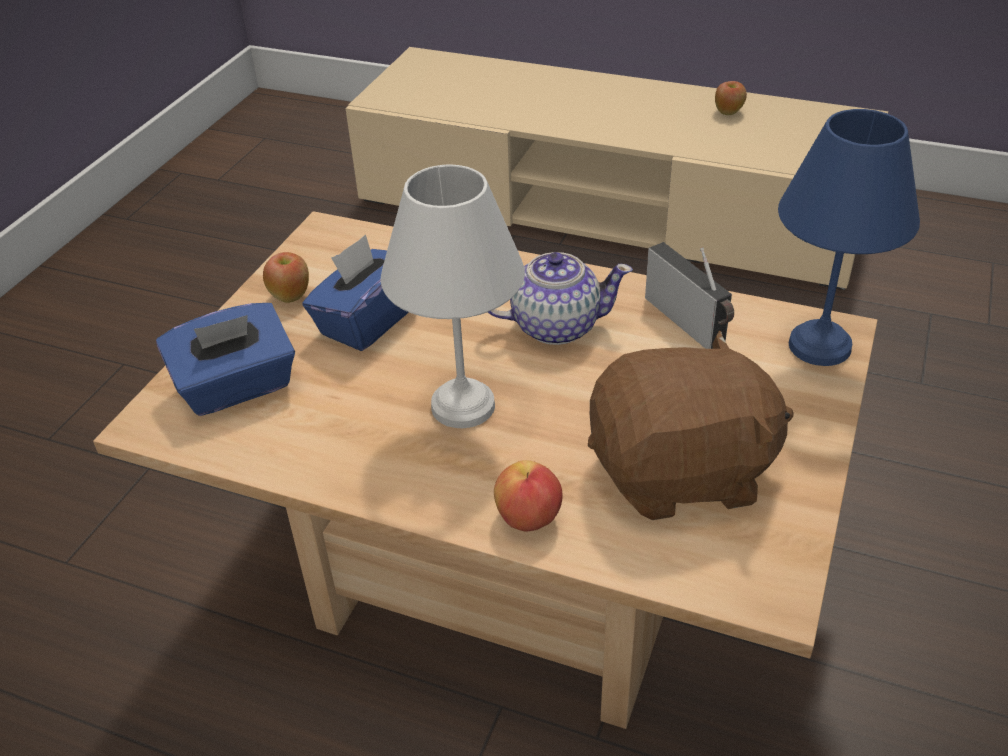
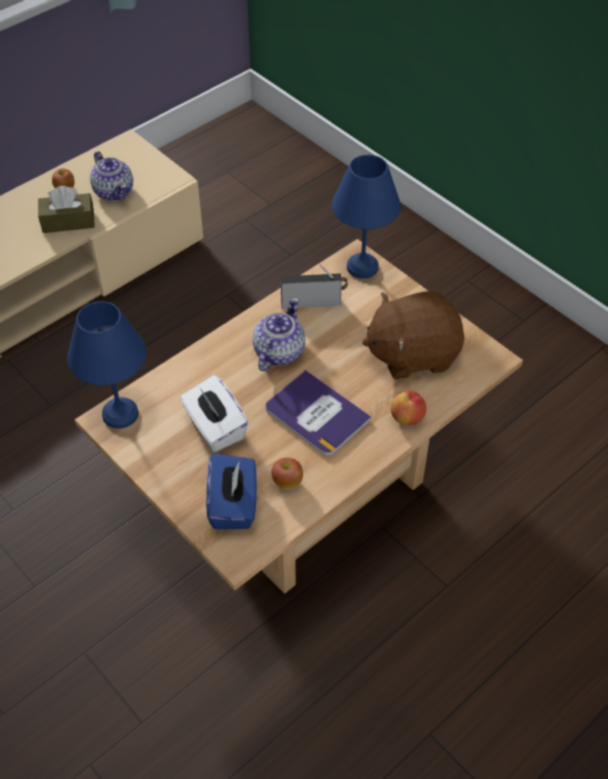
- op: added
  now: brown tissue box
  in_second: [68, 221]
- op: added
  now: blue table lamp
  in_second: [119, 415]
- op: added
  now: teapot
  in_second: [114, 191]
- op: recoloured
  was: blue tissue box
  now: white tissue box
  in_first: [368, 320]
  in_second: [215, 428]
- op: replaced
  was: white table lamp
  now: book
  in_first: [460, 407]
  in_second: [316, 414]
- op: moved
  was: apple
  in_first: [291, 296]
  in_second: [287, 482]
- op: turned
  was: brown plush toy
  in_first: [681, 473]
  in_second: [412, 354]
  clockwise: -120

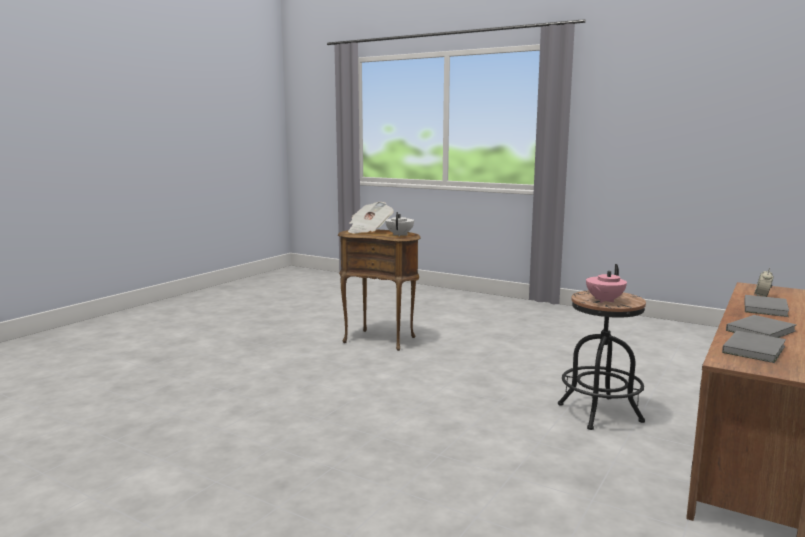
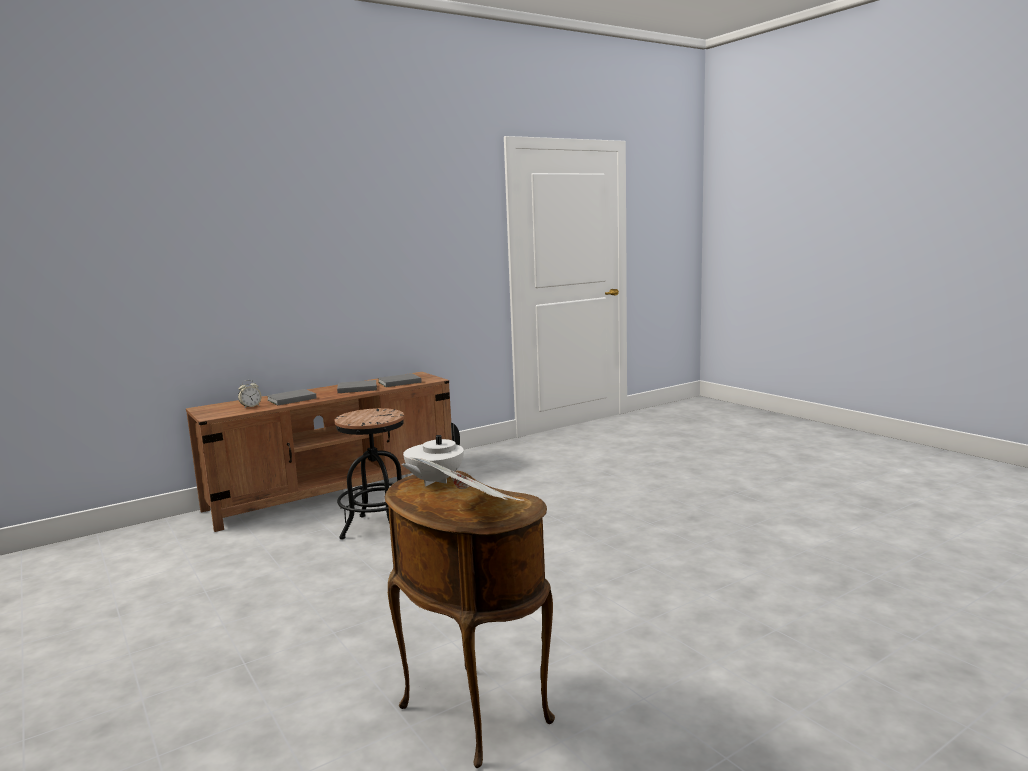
- op: removed
  was: pink teapot
  in_first: [604, 300]

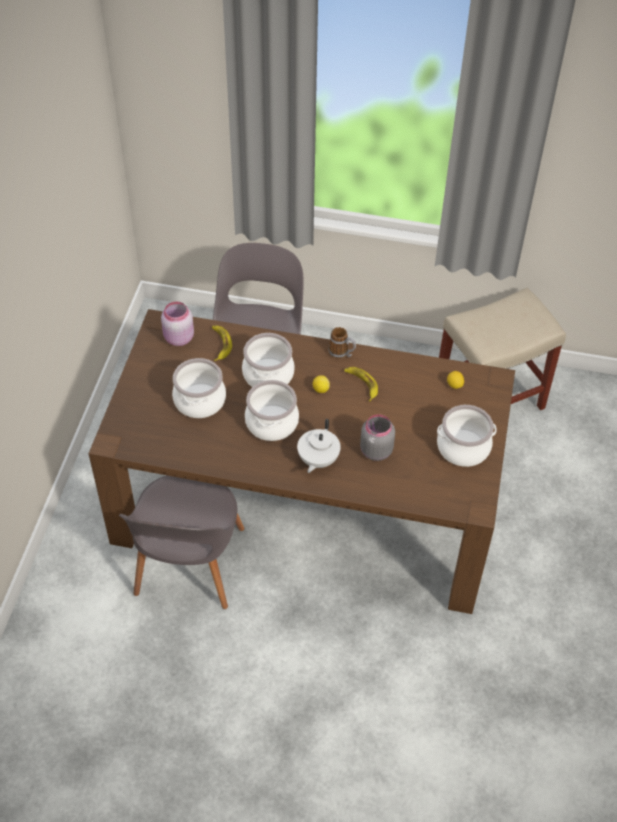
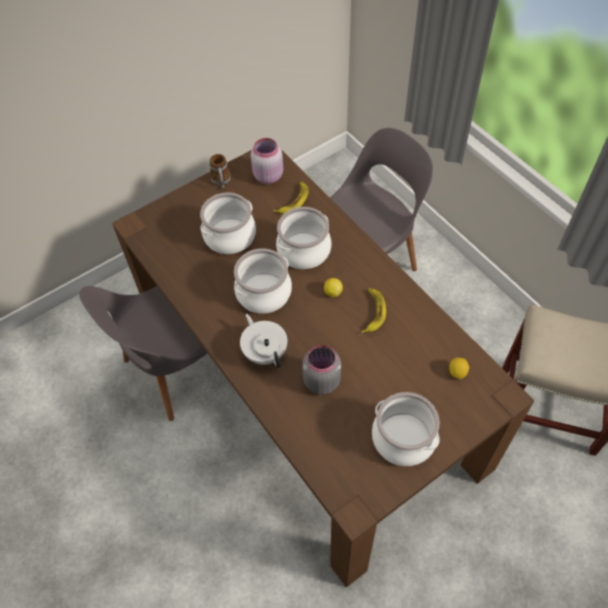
- op: moved
  was: mug
  in_first: [342, 353]
  in_second: [221, 182]
- op: turned
  was: white teapot
  in_first: [317, 460]
  in_second: [265, 352]
  clockwise: 90

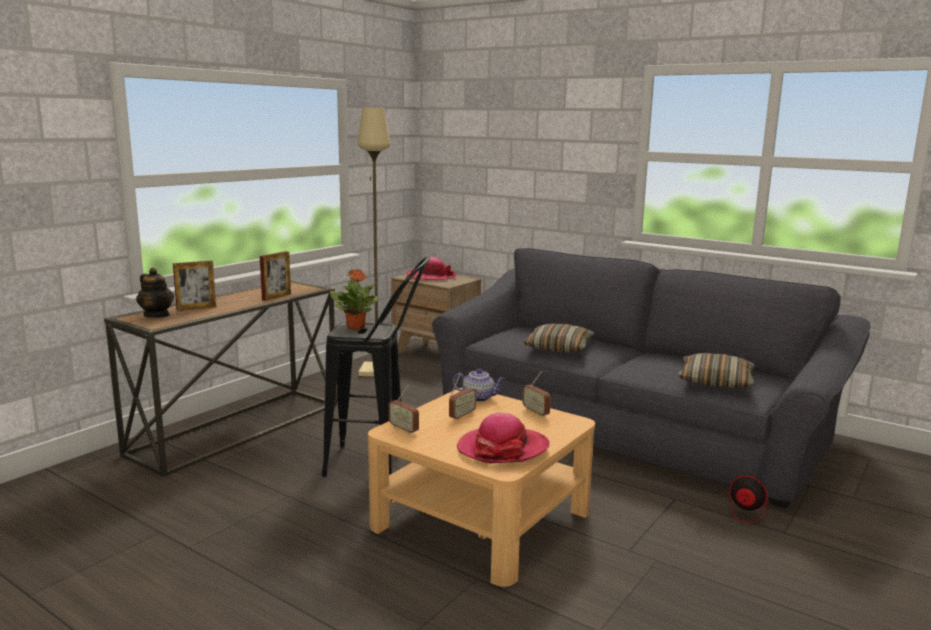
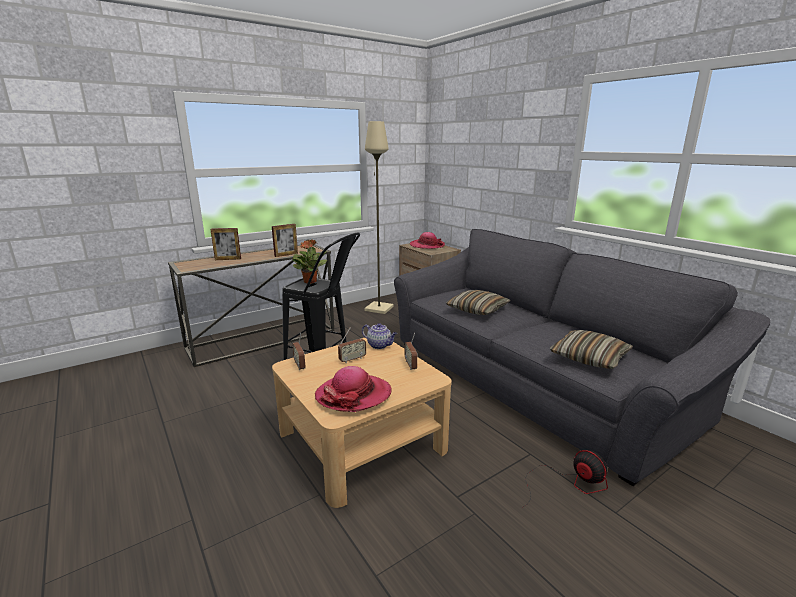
- op: removed
  was: teapot
  in_first: [157, 315]

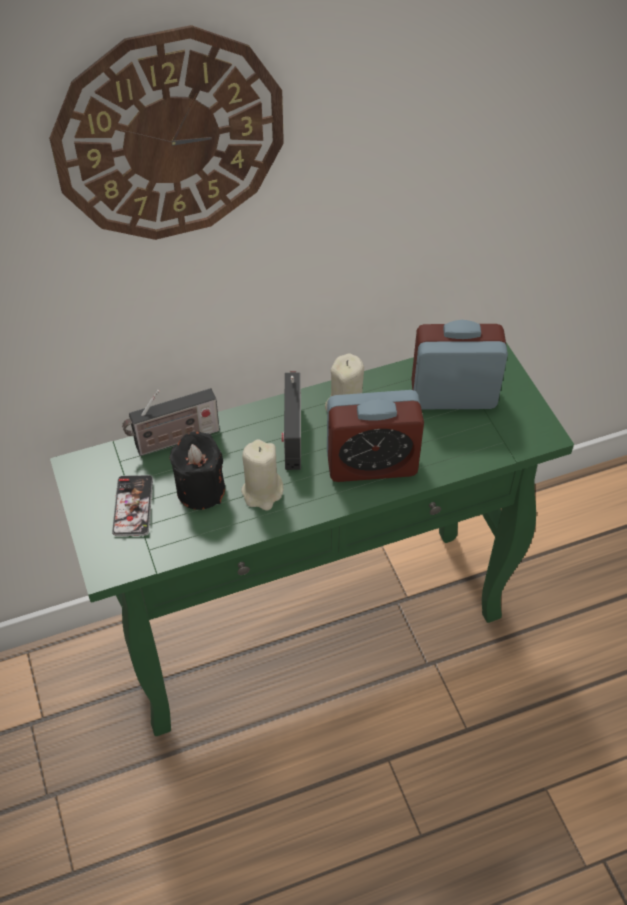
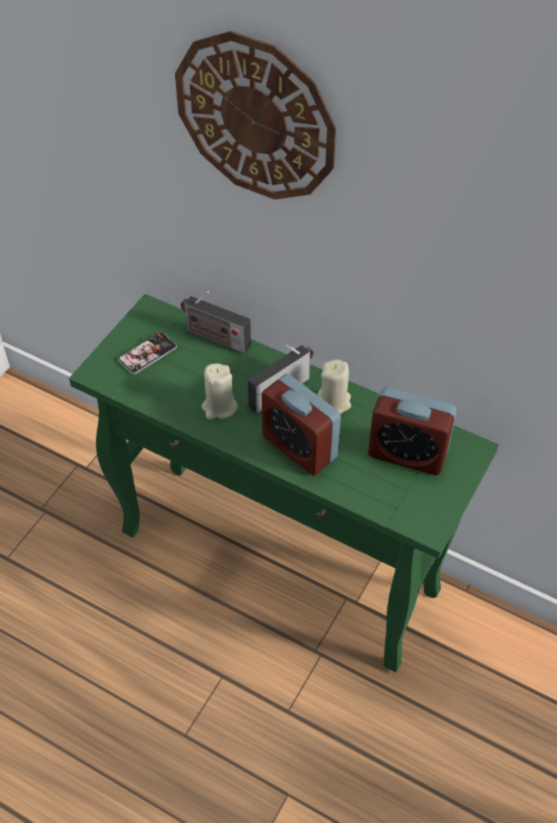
- op: turned
  was: alarm clock
  in_first: [453, 395]
  in_second: [407, 454]
  clockwise: 150
- op: removed
  was: black candle
  in_first: [200, 490]

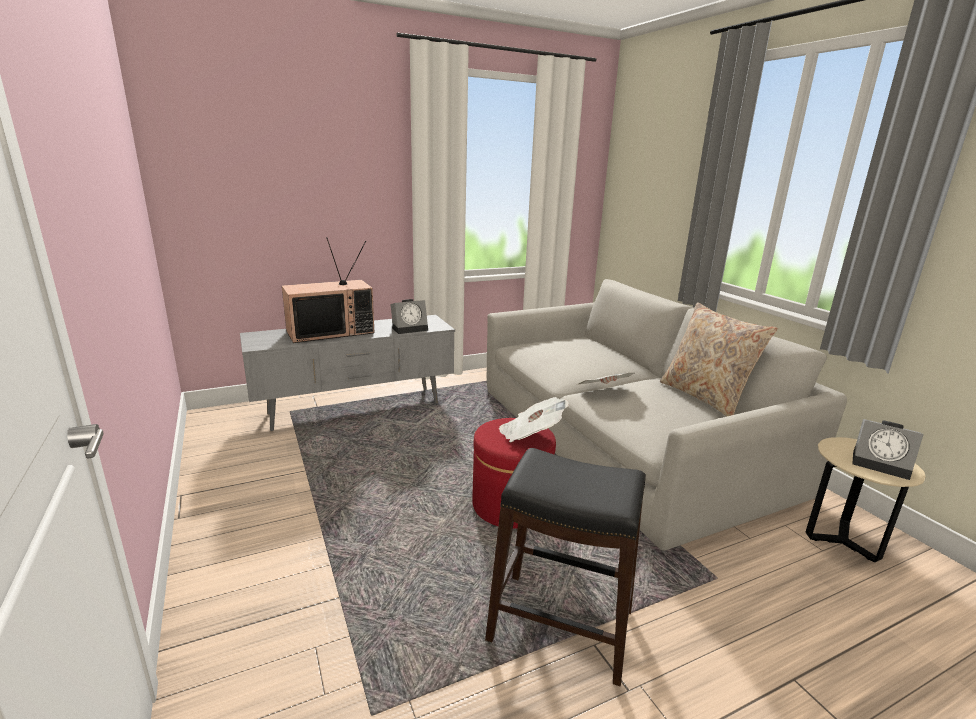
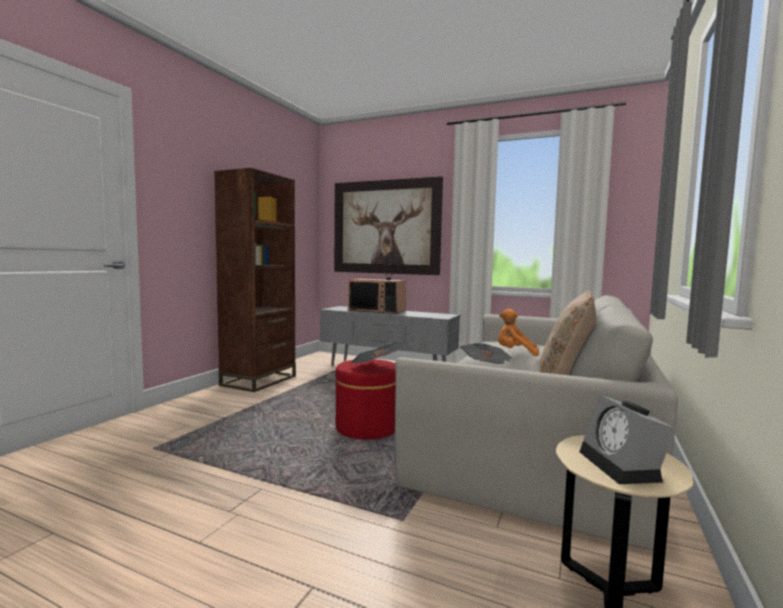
- op: added
  now: brown bookcase
  in_second: [259, 380]
- op: added
  now: picture
  in_second: [385, 227]
- op: added
  now: orange plush toy
  in_second: [515, 353]
- op: removed
  was: alarm clock
  in_first: [410, 328]
- op: removed
  was: black stool
  in_first: [561, 626]

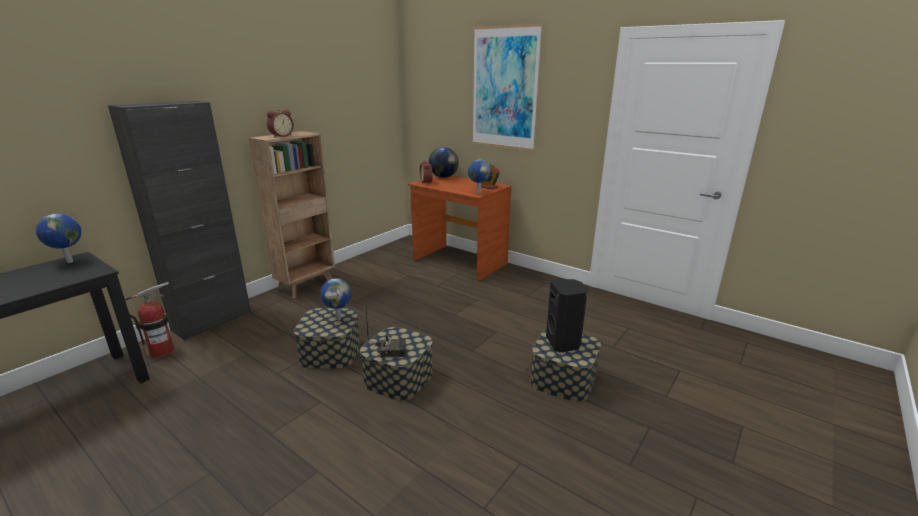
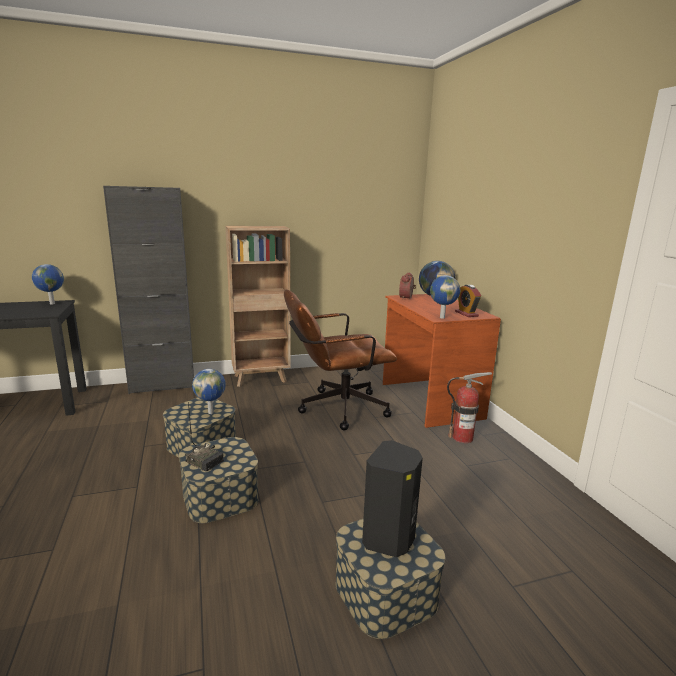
- op: added
  now: brown office chair
  in_second: [336, 409]
- op: moved
  was: fire extinguisher
  in_first: [162, 351]
  in_second: [462, 437]
- op: removed
  was: alarm clock
  in_first: [281, 136]
- op: removed
  was: picture
  in_first: [504, 88]

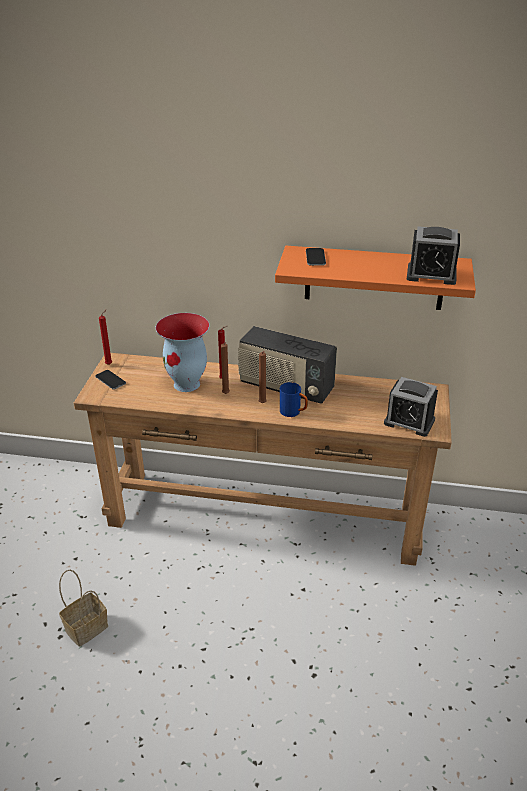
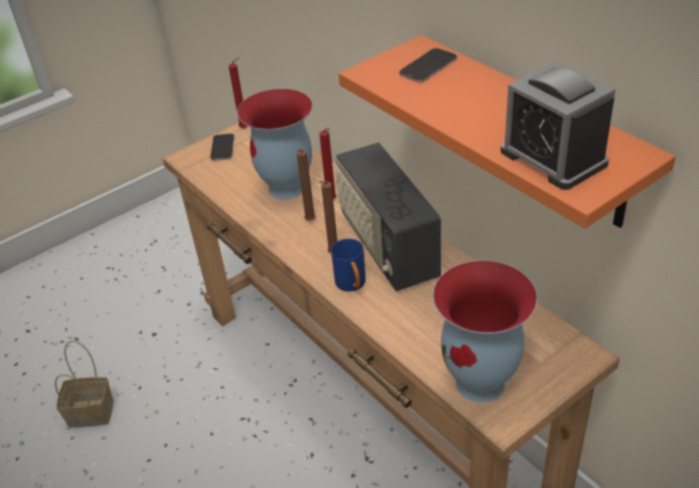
- op: replaced
  was: alarm clock
  now: vase
  in_first: [409, 422]
  in_second: [481, 383]

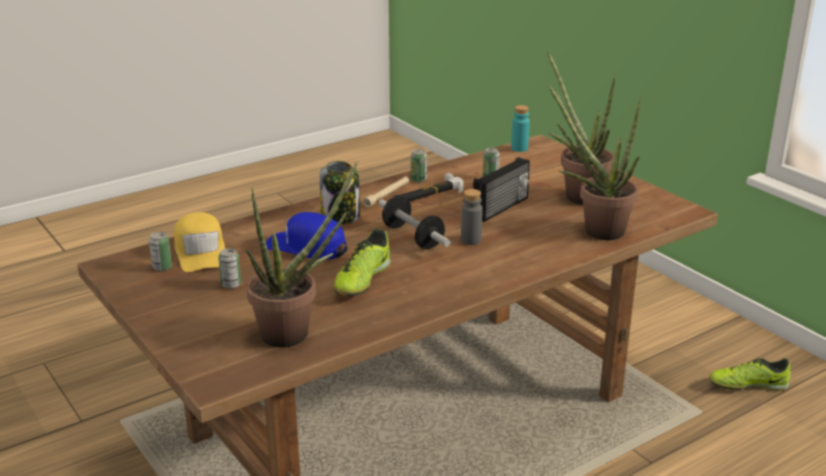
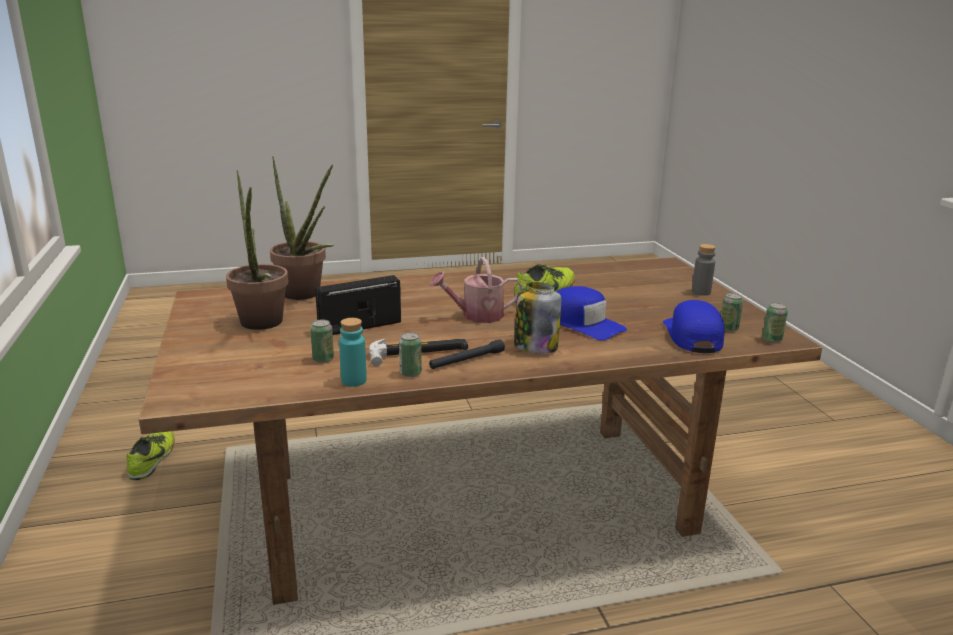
- op: turned
  was: shoe
  in_first: [747, 385]
  in_second: [153, 459]
  clockwise: -105
- op: moved
  was: turquoise bottle
  in_first: [519, 148]
  in_second: [354, 381]
- op: recoloured
  was: beige flashlight
  now: black flashlight
  in_first: [387, 195]
  in_second: [467, 360]
- op: replaced
  was: dumbbell
  now: watering can
  in_first: [413, 237]
  in_second: [476, 315]
- op: recoloured
  was: yellow cap
  now: blue cap
  in_first: [201, 252]
  in_second: [692, 336]
- op: moved
  was: grey bottle
  in_first: [471, 240]
  in_second: [701, 292]
- op: moved
  was: can
  in_first: [231, 285]
  in_second: [772, 339]
- op: removed
  was: potted plant
  in_first: [295, 332]

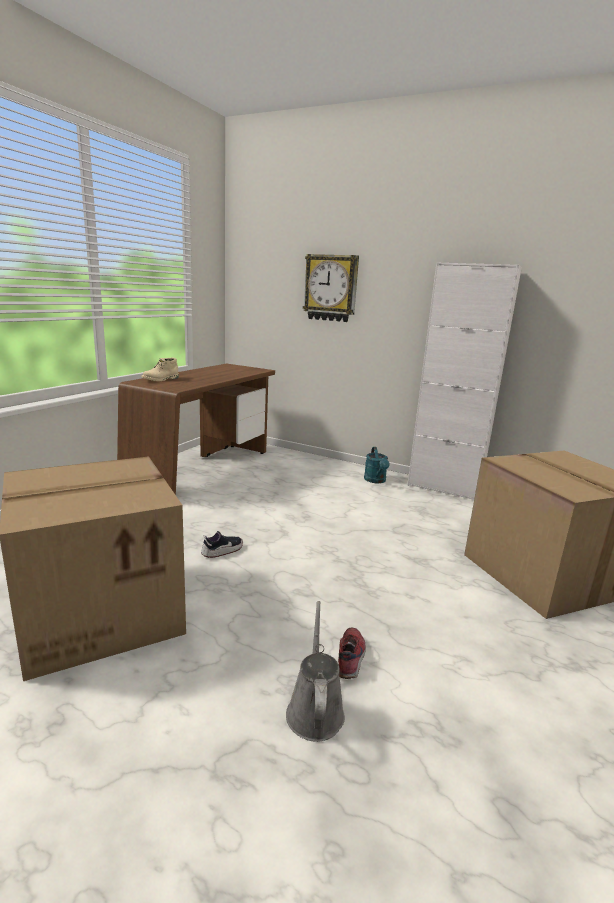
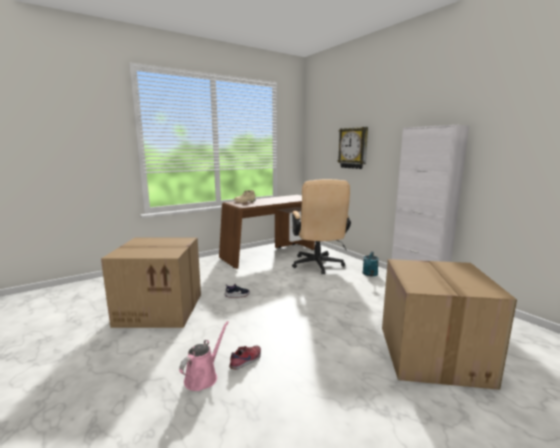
- op: recoloured
  was: grey watering can
  now: pink watering can
  in_first: [314, 709]
  in_second: [203, 377]
- op: added
  now: beige office chair
  in_second: [318, 266]

